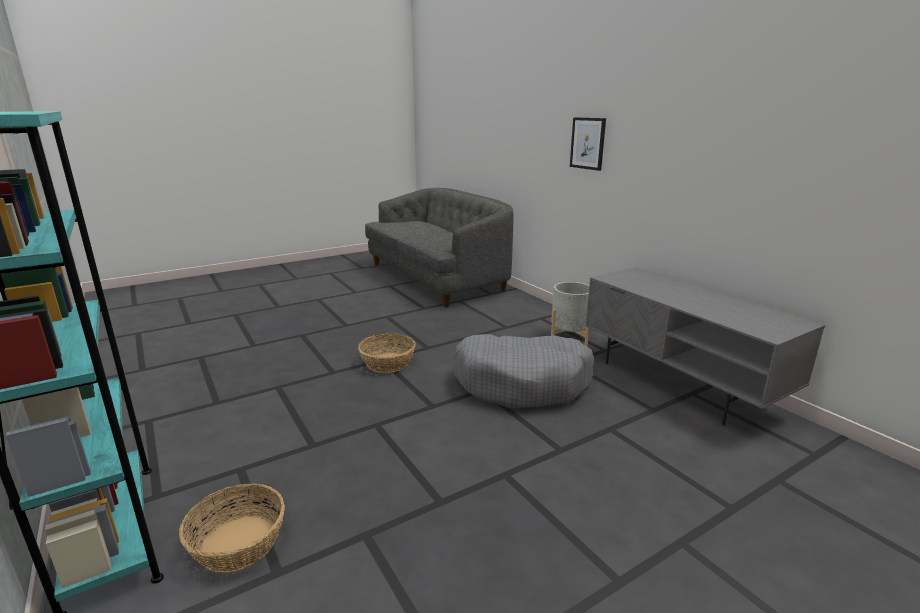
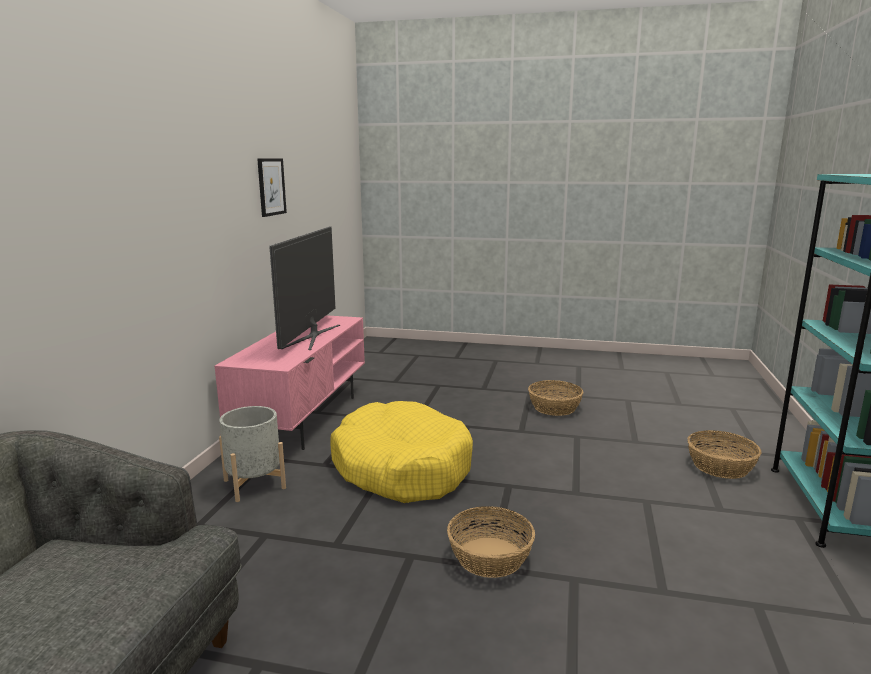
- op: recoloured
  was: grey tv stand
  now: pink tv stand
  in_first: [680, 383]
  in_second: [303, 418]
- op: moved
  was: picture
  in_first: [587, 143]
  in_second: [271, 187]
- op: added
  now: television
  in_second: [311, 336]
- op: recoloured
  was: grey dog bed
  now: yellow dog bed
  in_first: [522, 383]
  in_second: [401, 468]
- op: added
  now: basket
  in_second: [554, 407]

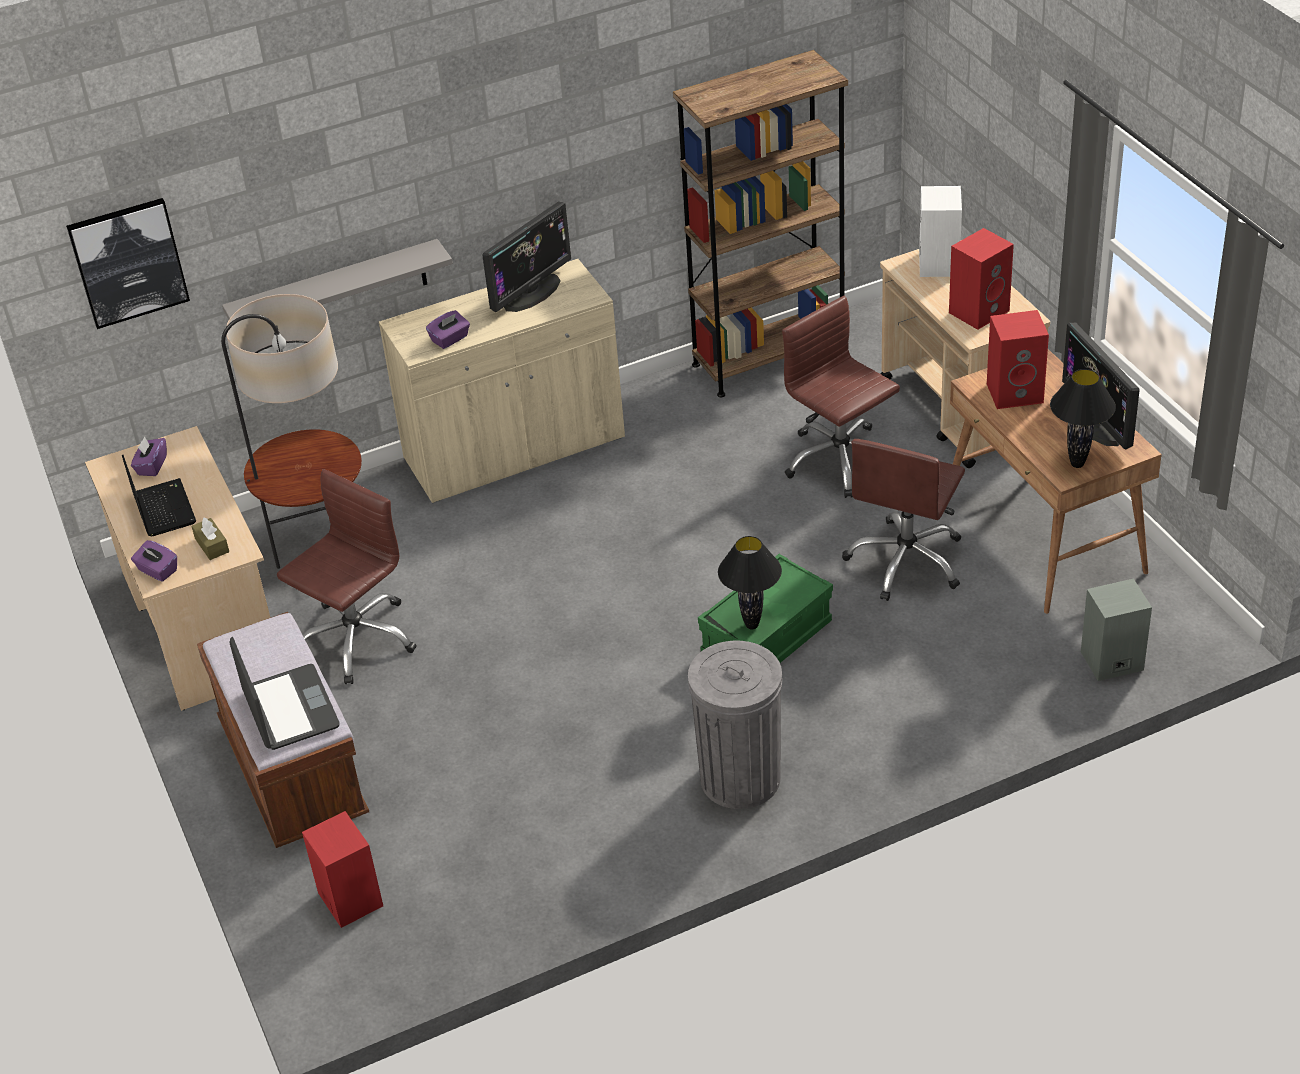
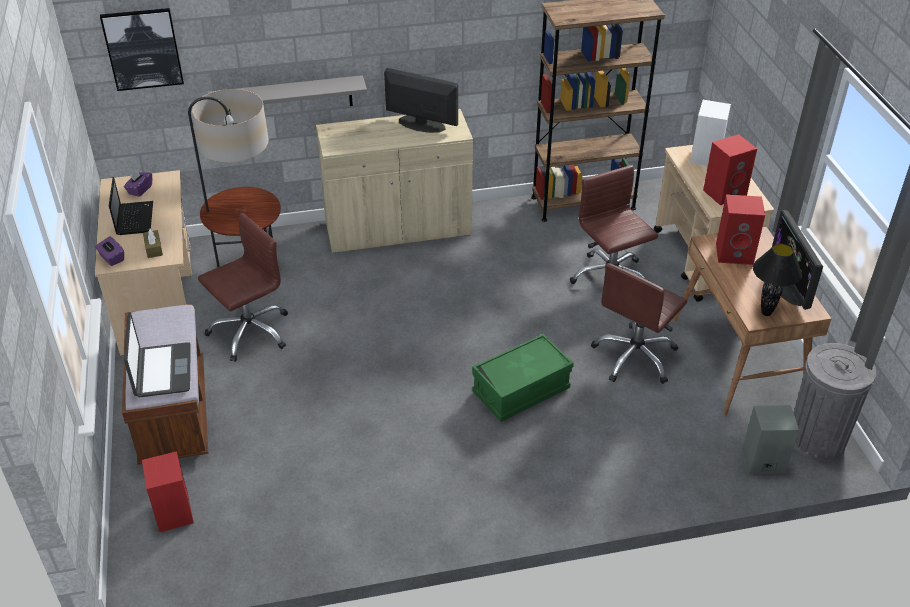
- op: turned
  was: monitor
  in_first: [531, 292]
  in_second: [421, 124]
  clockwise: -120
- op: moved
  was: grey trash can
  in_first: [740, 778]
  in_second: [816, 439]
- op: removed
  was: purple tissue box
  in_first: [450, 339]
- op: removed
  was: black table lamp
  in_first: [752, 625]

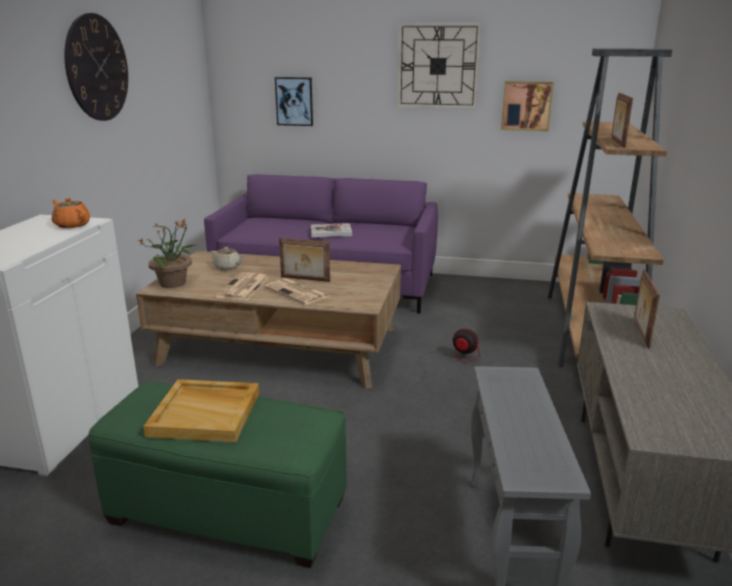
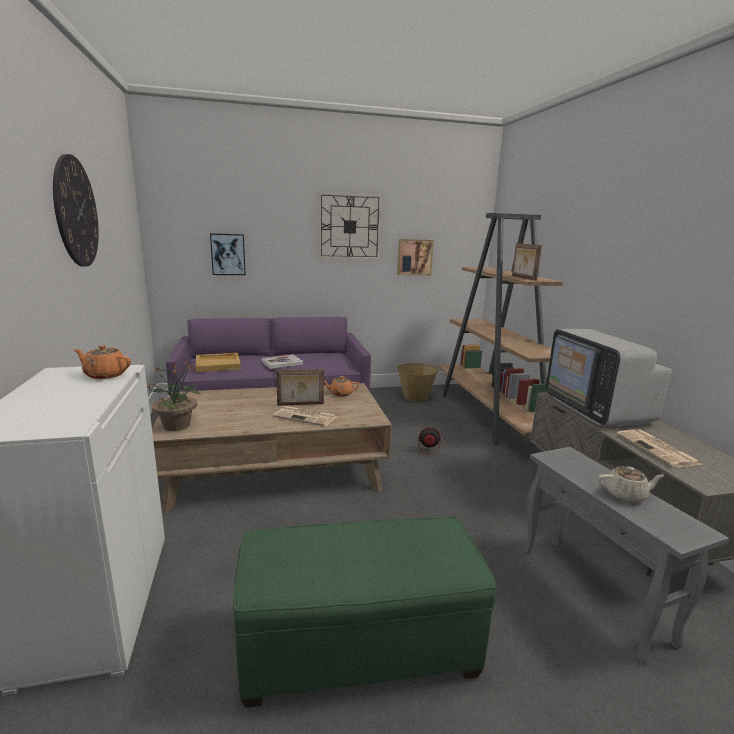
- op: moved
  was: beige tray
  in_first: [206, 413]
  in_second: [218, 364]
- op: added
  now: orange teapot
  in_second: [340, 394]
- op: added
  now: basket
  in_second: [415, 396]
- op: replaced
  was: picture frame
  now: television
  in_first: [640, 333]
  in_second: [597, 409]
- op: moved
  was: beige teapot
  in_first: [228, 267]
  in_second: [626, 495]
- op: moved
  was: newspaper
  in_first: [243, 287]
  in_second: [658, 449]

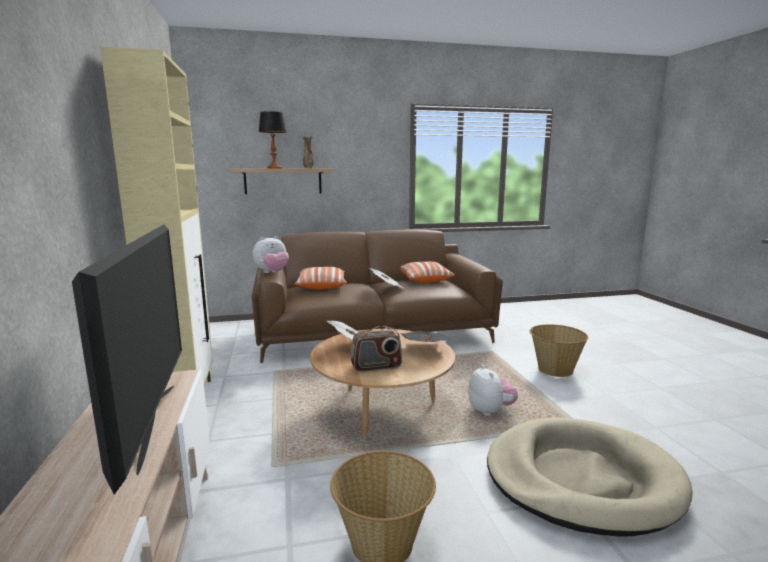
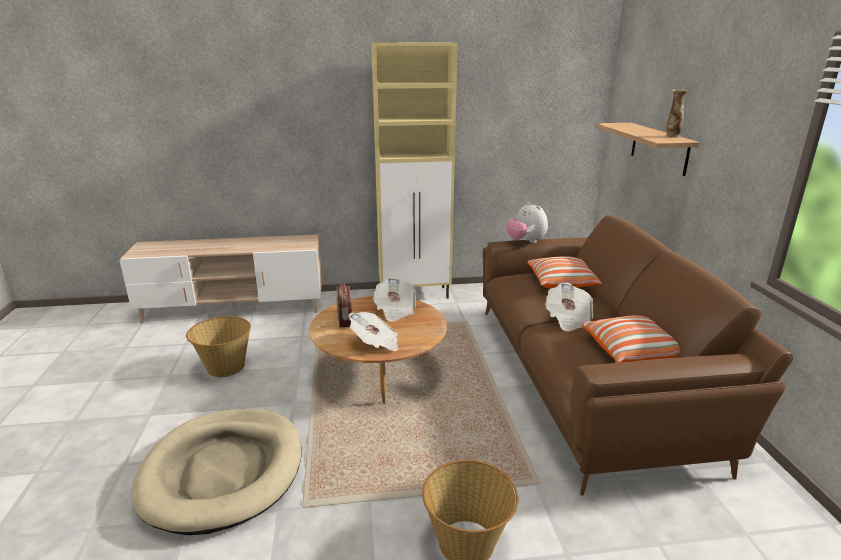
- op: removed
  was: television
  in_first: [155, 423]
- op: removed
  was: table lamp
  in_first: [274, 168]
- op: removed
  was: plush toy
  in_first: [490, 411]

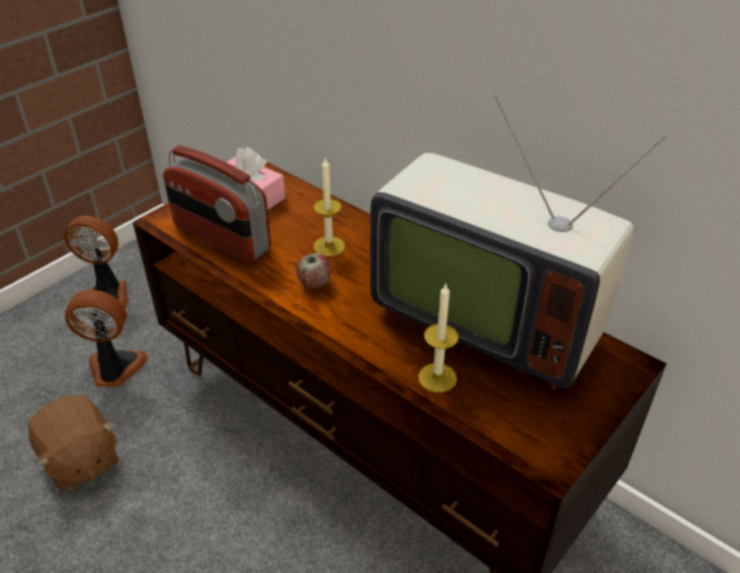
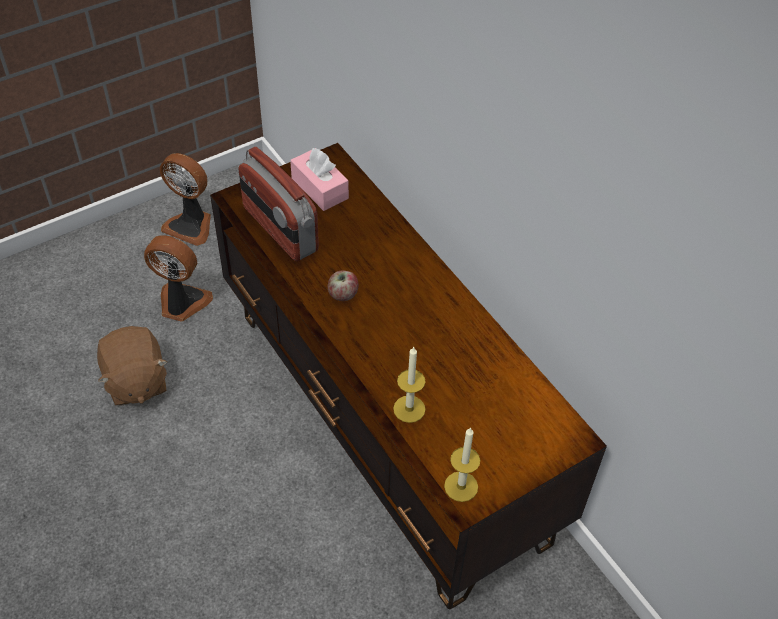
- op: moved
  was: candle
  in_first: [329, 246]
  in_second: [461, 486]
- op: removed
  was: television
  in_first: [486, 317]

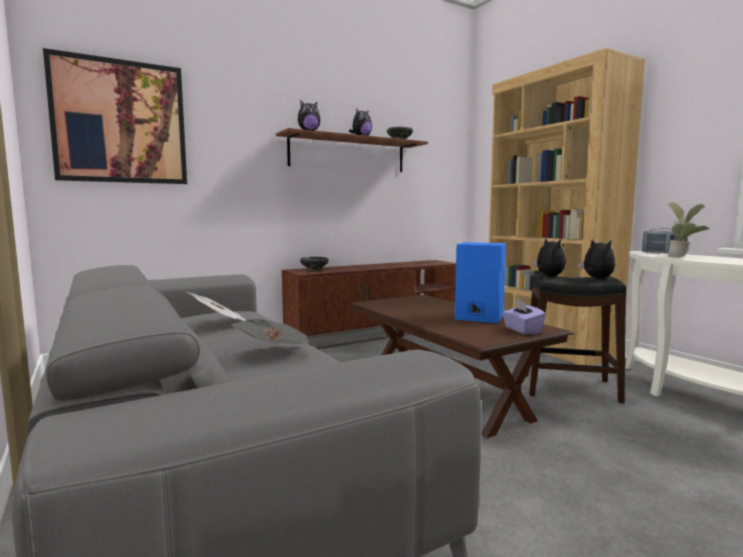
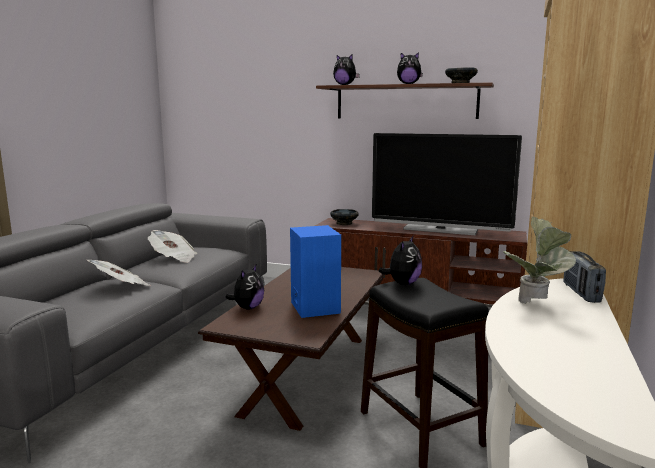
- op: moved
  was: plush toy
  in_first: [596, 278]
  in_second: [248, 308]
- op: added
  now: television
  in_second: [440, 230]
- op: removed
  was: picture
  in_first: [120, 122]
- op: removed
  was: purple tissue box
  in_first: [522, 330]

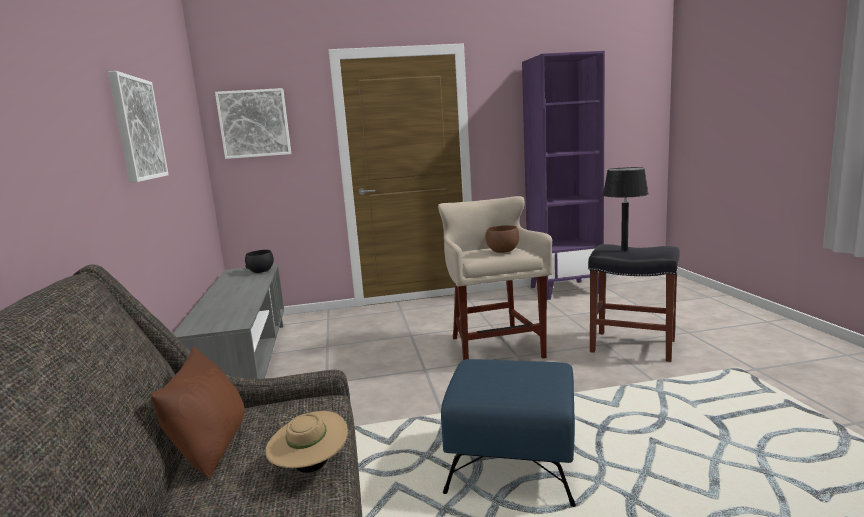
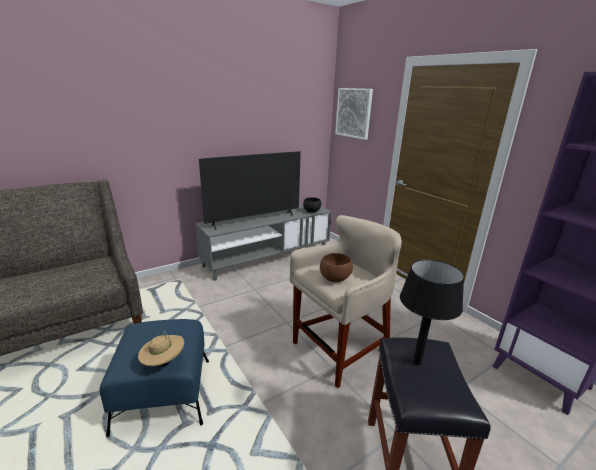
- op: moved
  was: beige hat
  in_first: [310, 467]
  in_second: [163, 362]
- op: added
  now: television
  in_second: [254, 220]
- op: removed
  was: picture
  in_first: [137, 129]
- op: removed
  was: brown pillow
  in_first: [211, 448]

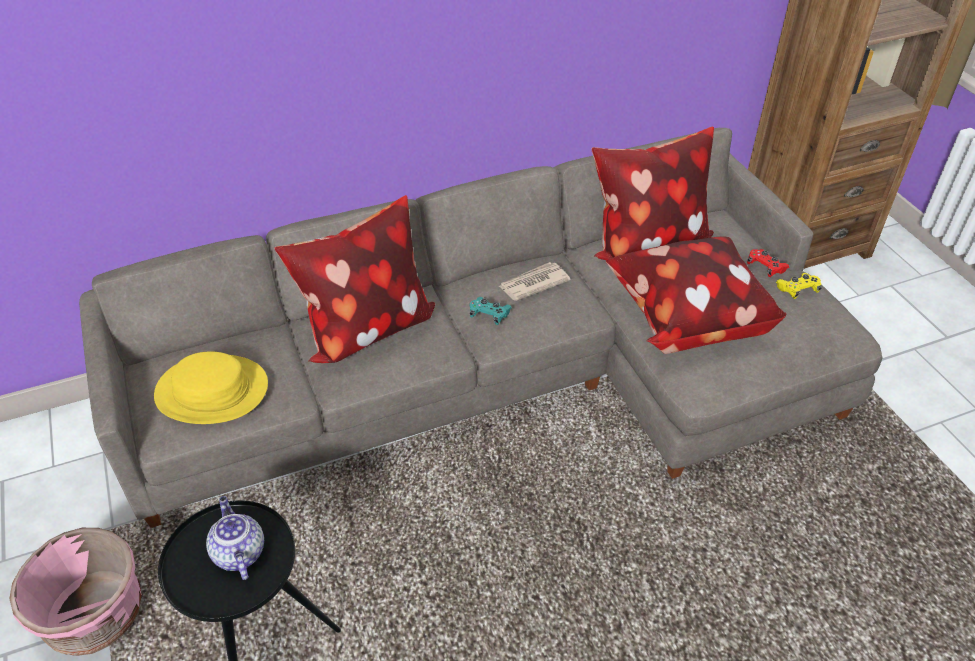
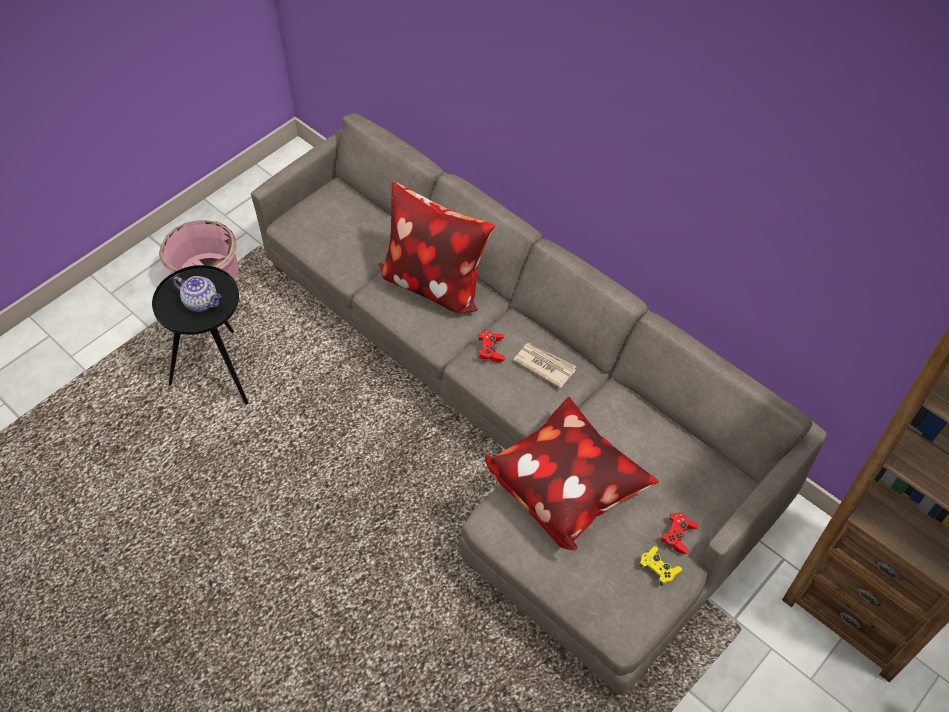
- op: turned
  was: teapot
  in_first: [238, 552]
  in_second: [202, 302]
  clockwise: 75
- op: recoloured
  was: turquoise game controller
  now: red game controller
  in_first: [489, 315]
  in_second: [491, 350]
- op: removed
  was: yellow hat
  in_first: [212, 391]
- op: removed
  was: pillow
  in_first: [646, 241]

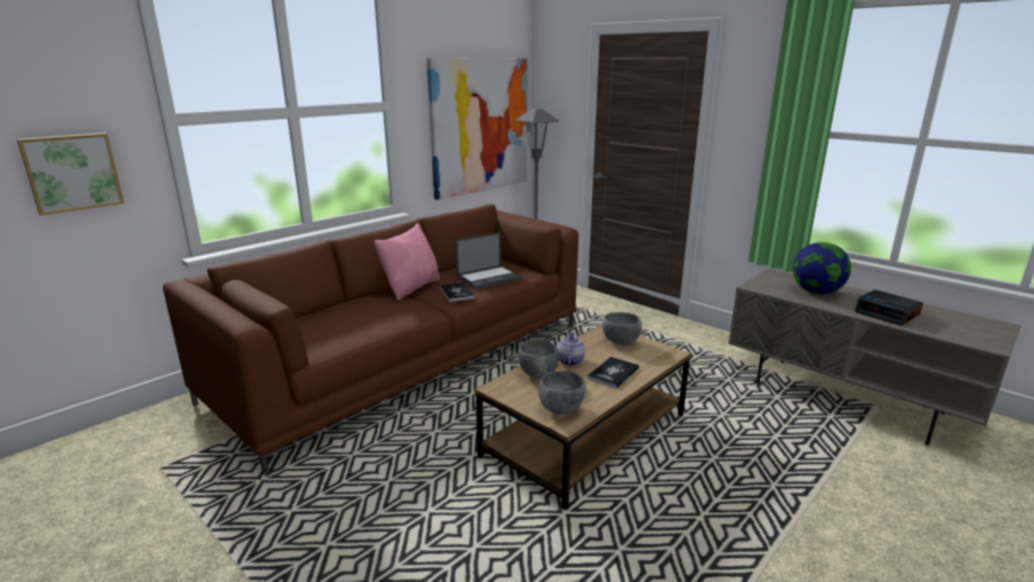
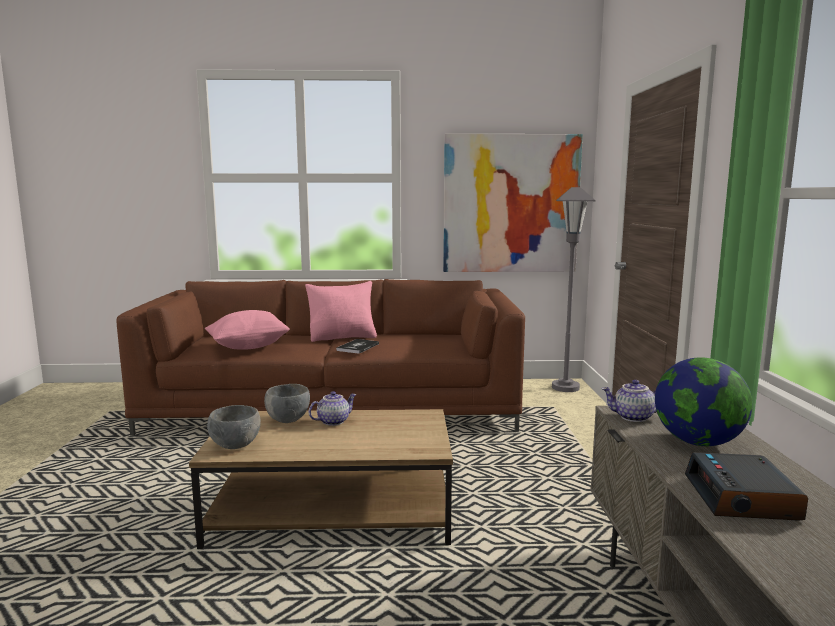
- op: added
  now: pink pillow
  in_second: [248, 347]
- op: added
  now: teapot
  in_second: [633, 417]
- op: removed
  was: picture
  in_first: [72, 172]
- op: removed
  was: laptop
  in_first: [489, 277]
- op: removed
  was: book
  in_first: [613, 373]
- op: removed
  was: grey bowl
  in_first: [621, 342]

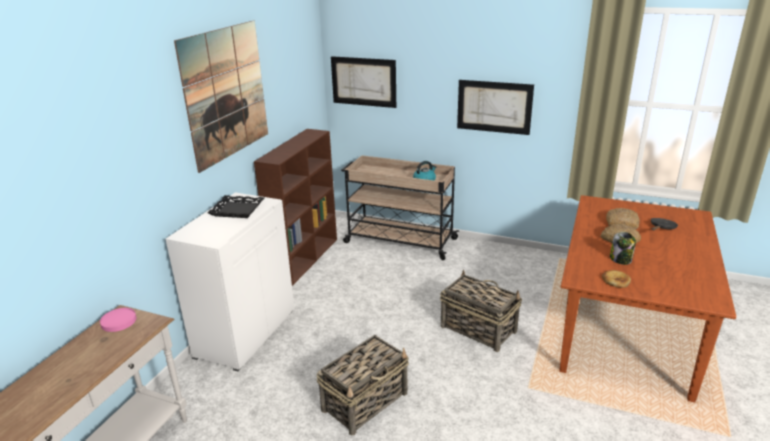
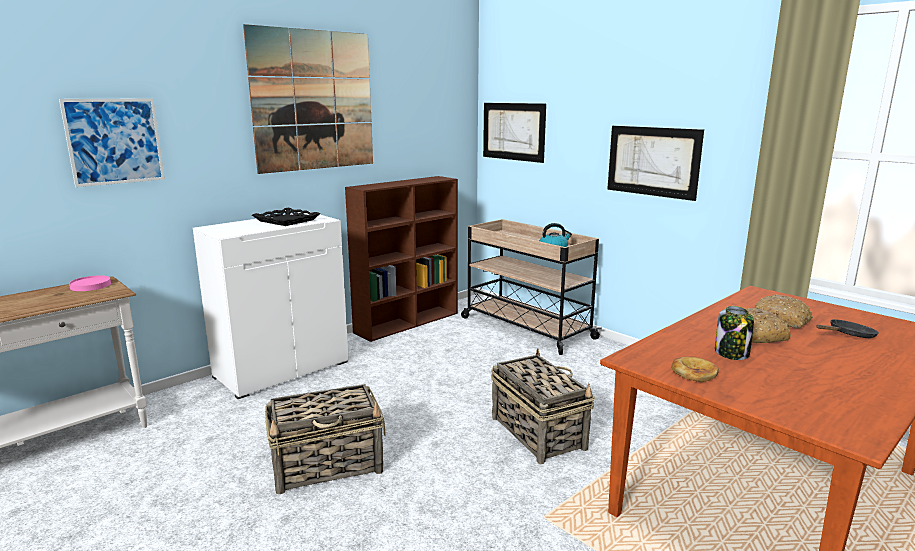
- op: added
  now: picture
  in_second: [114, 141]

